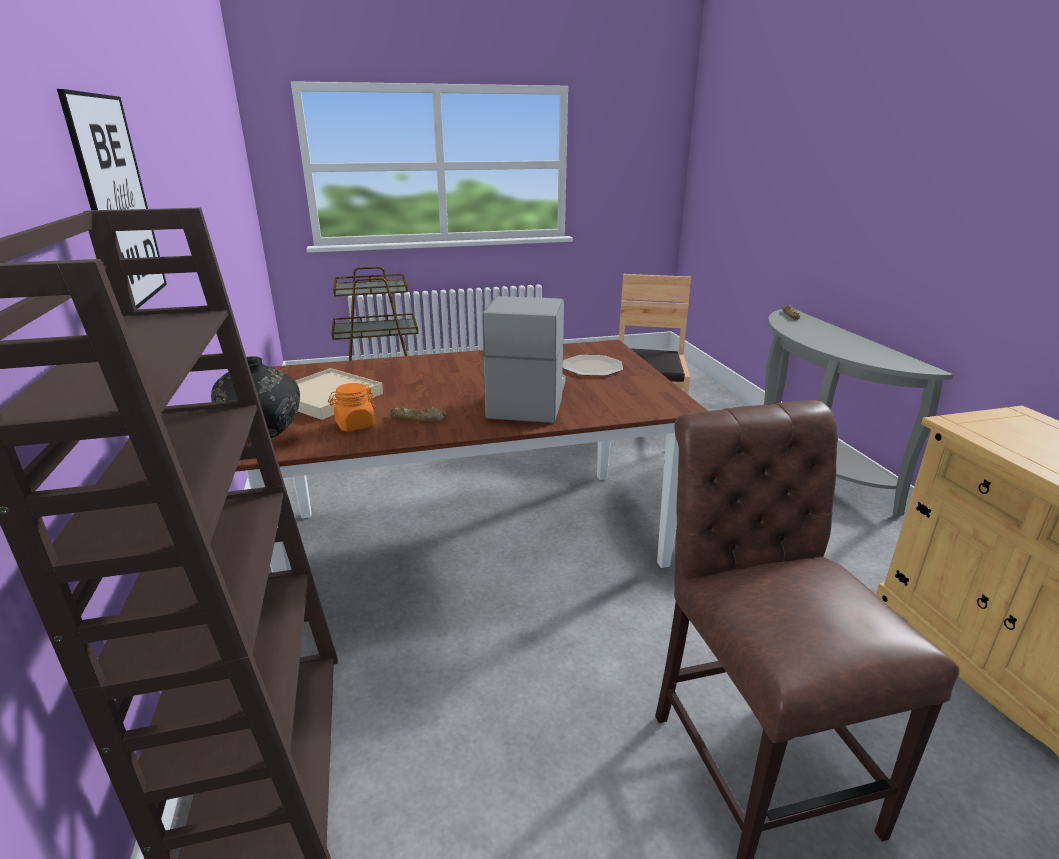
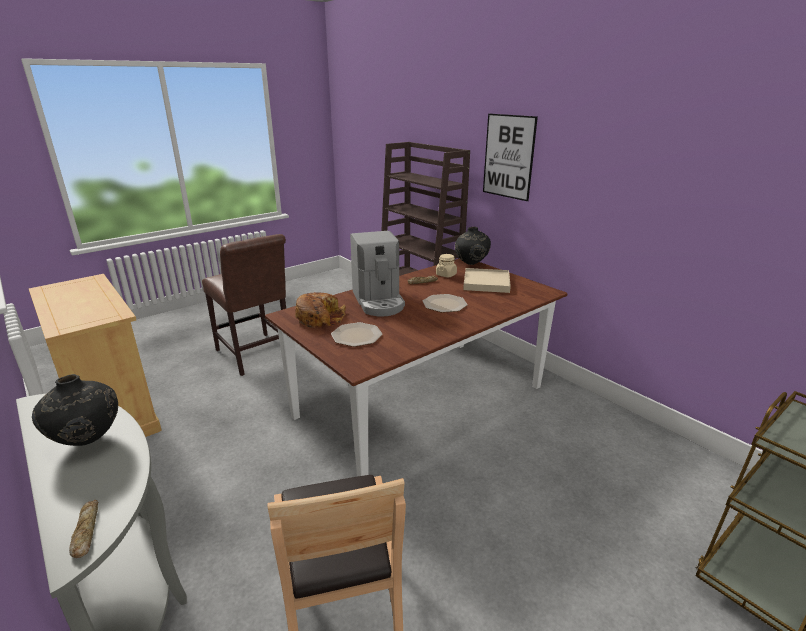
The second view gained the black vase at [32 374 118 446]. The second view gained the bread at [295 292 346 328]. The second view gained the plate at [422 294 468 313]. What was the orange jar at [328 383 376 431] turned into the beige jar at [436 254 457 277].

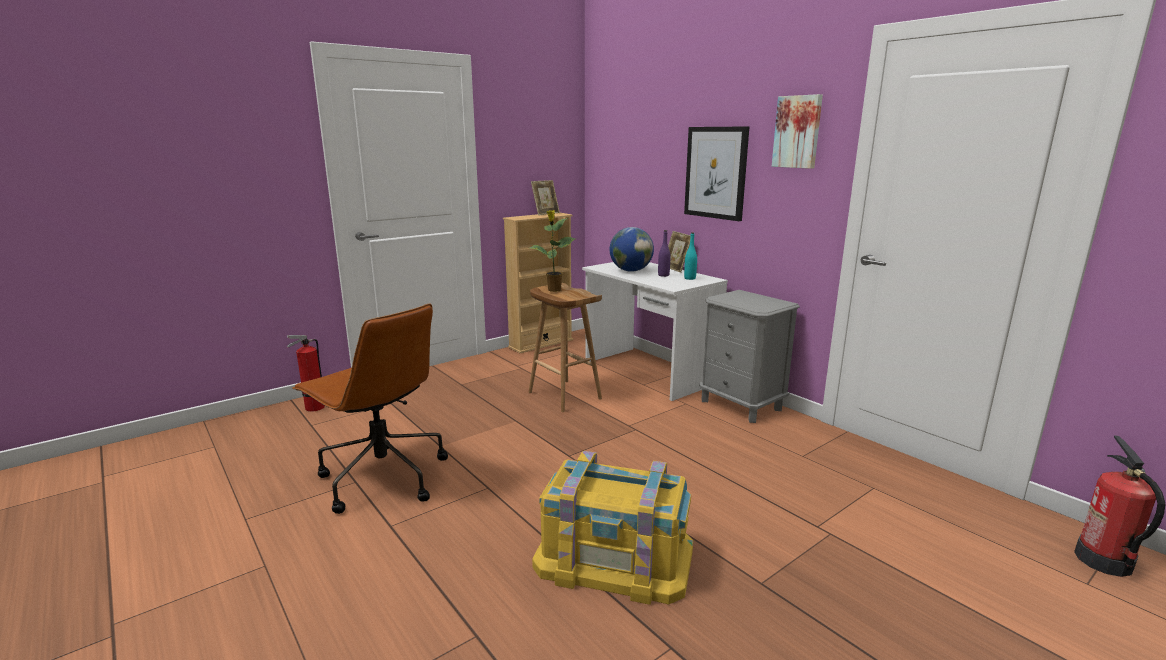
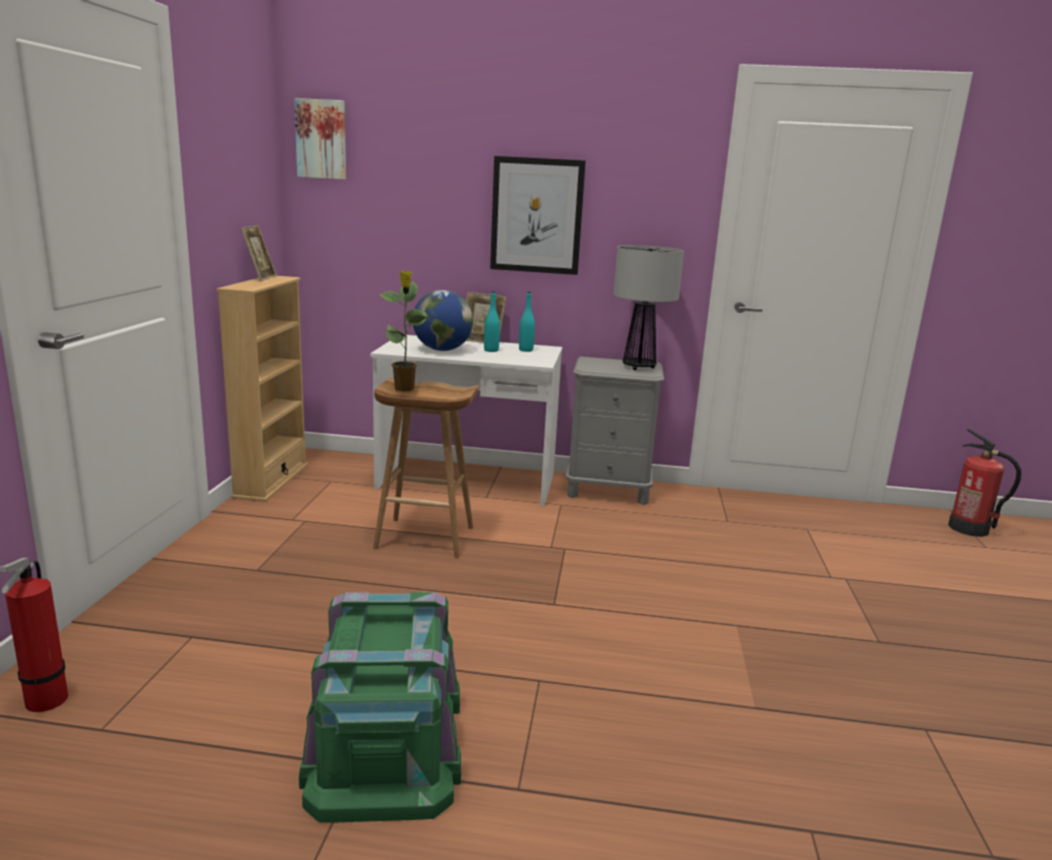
The picture ended up elsewhere, having gone from [772 94 823 169] to [294 98 346 179]. Where the brown office chair stood at [292 304 448 514], the green storage box came to stand at [299 592 461 823]. What was the purple bottle at [658 230 670 277] turned into the turquoise bottle at [484 291 500 352]. The second view gained the table lamp at [613 245 684 370]. The second view lost the yellow storage box at [532 451 693 605].

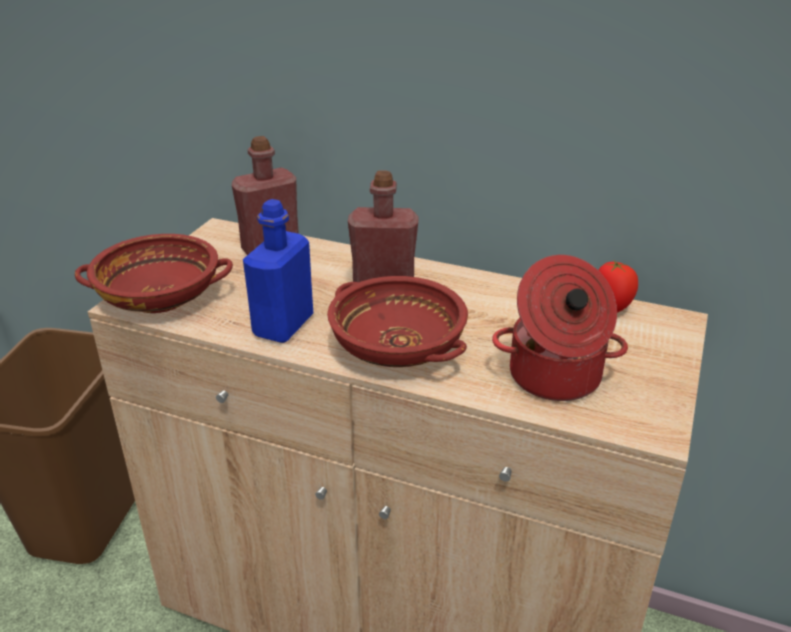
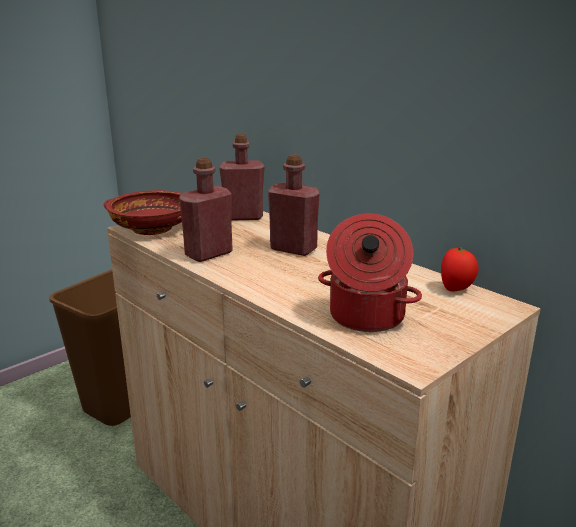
What was the blue bottle at [243 199 313 343] turned into the red bottle at [179 158 233 262]. The second view lost the red bowl at [327 276 468 367].

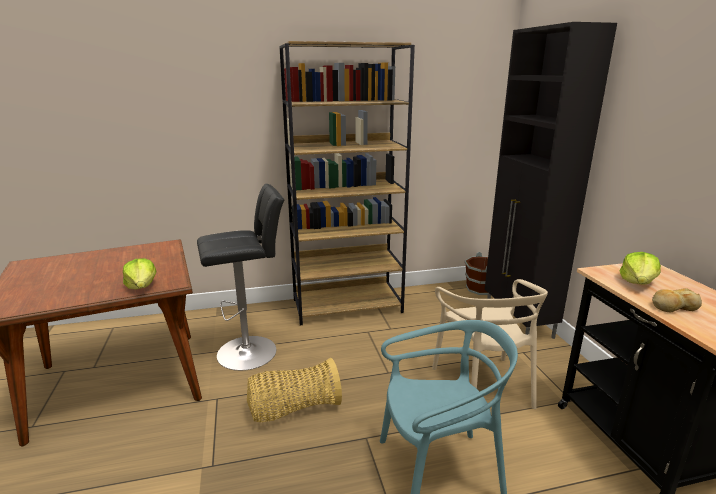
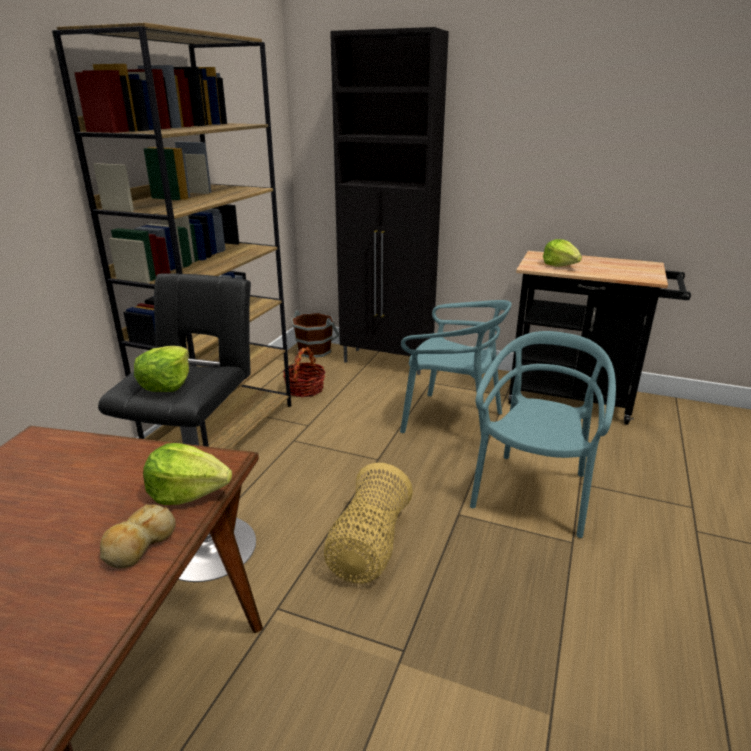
The bread ended up elsewhere, having gone from [652 288 702 313] to [100 504 176 568]. The second view gained the lettuce at [134 346 189 392]. The second view gained the basket at [283 347 326 397]. What was the beige chair at [432 279 548 409] turned into the turquoise chair at [400 300 512 435].

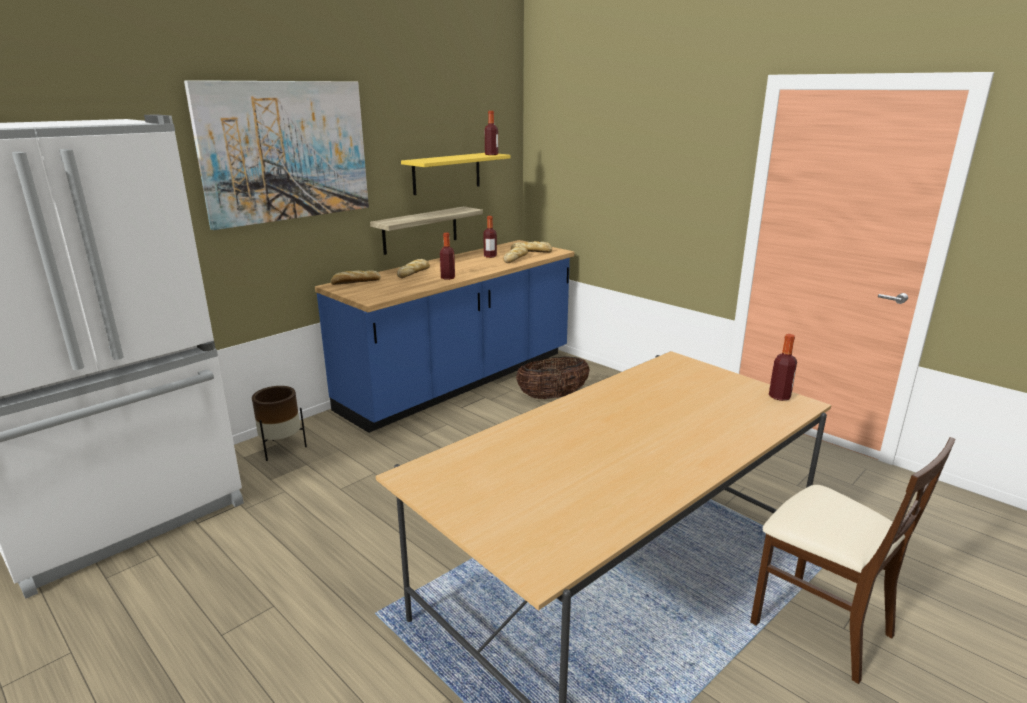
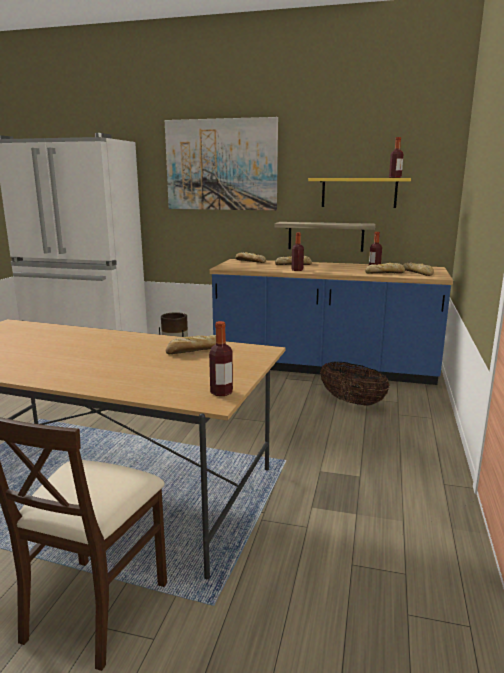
The second view gained the bread at [166 335 216 354].

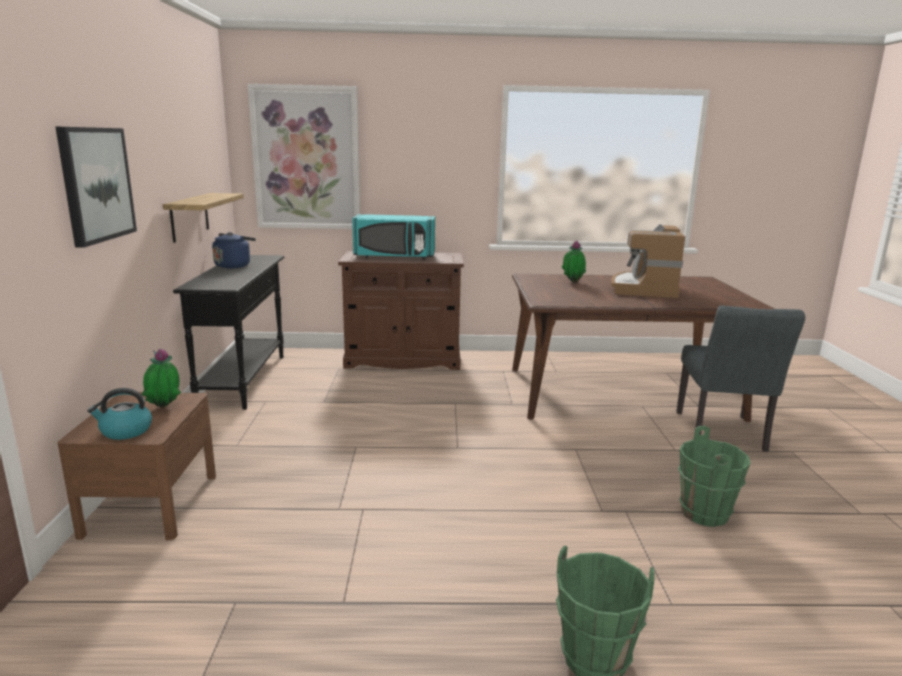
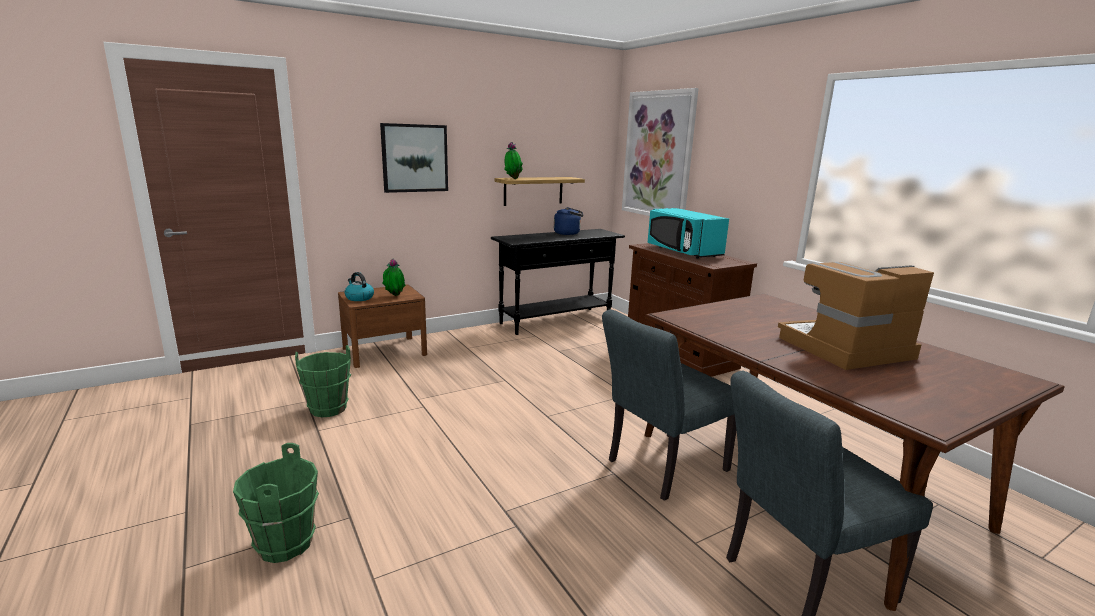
The green bucket ended up elsewhere, having gone from [678 426 751 527] to [295 345 351 417]. The potted plant ended up elsewhere, having gone from [562 241 586 282] to [504 142 523 179]. The second view gained the grey chair at [602 309 736 501].

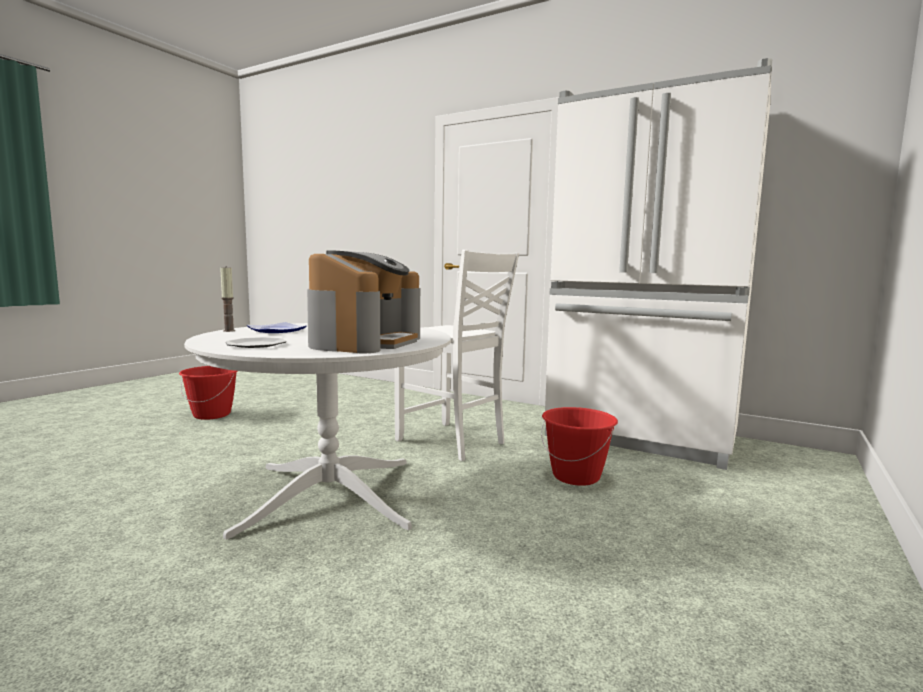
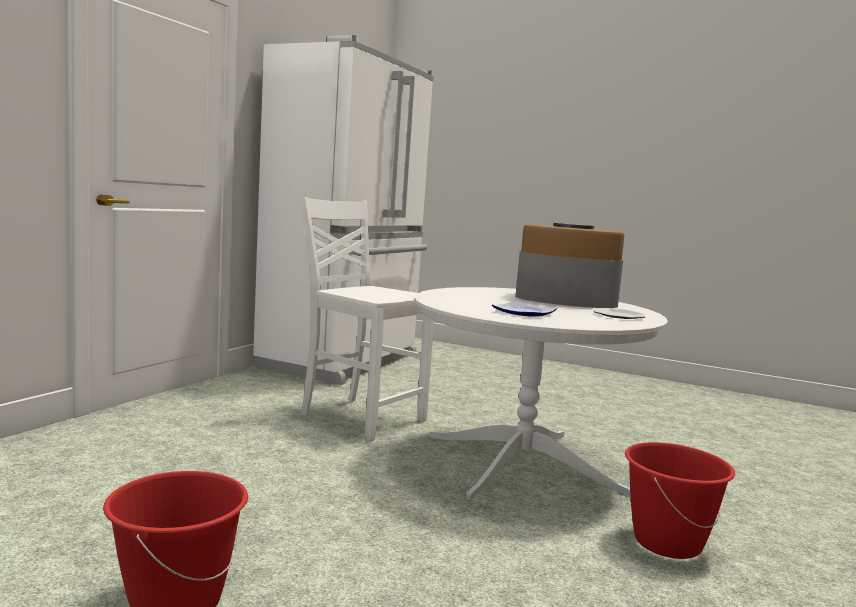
The white chair at [394 250 519 461] ended up facing another way, 90 degrees counterclockwise from before. The red bucket ended up elsewhere, having gone from [541 407 618 486] to [625 442 735 559]. The second view lost the candle at [220 268 235 332].

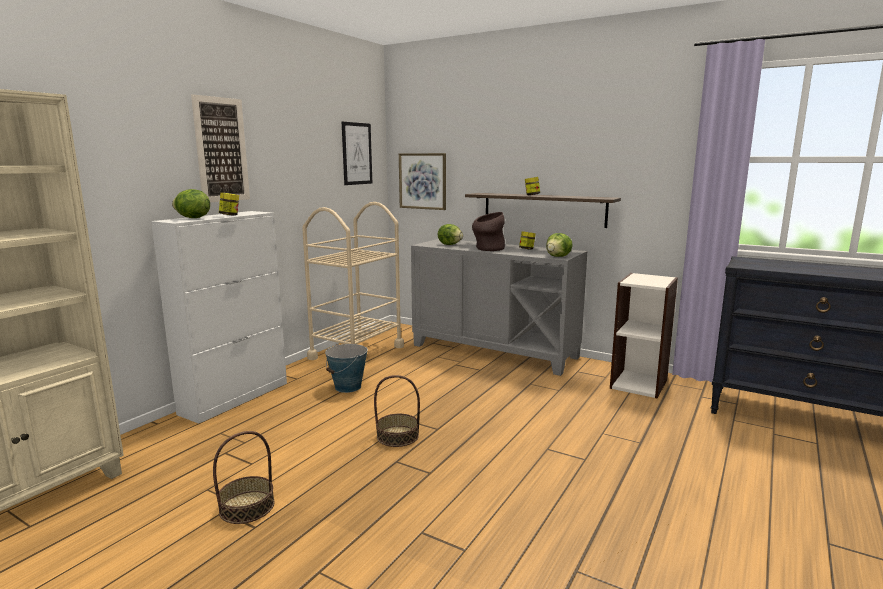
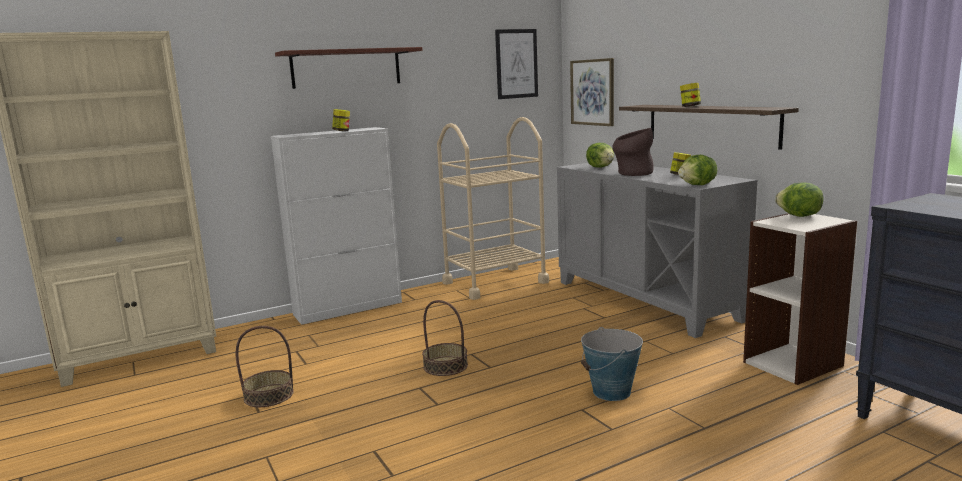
Where the picture hung at [191 94 250 202], the shelf came to hang at [275 47 423 89]. The bucket ended up elsewhere, having gone from [325 344 368 393] to [581 327 643 401]. The lettuce ended up elsewhere, having gone from [172 189 210 218] to [775 183 824 217].

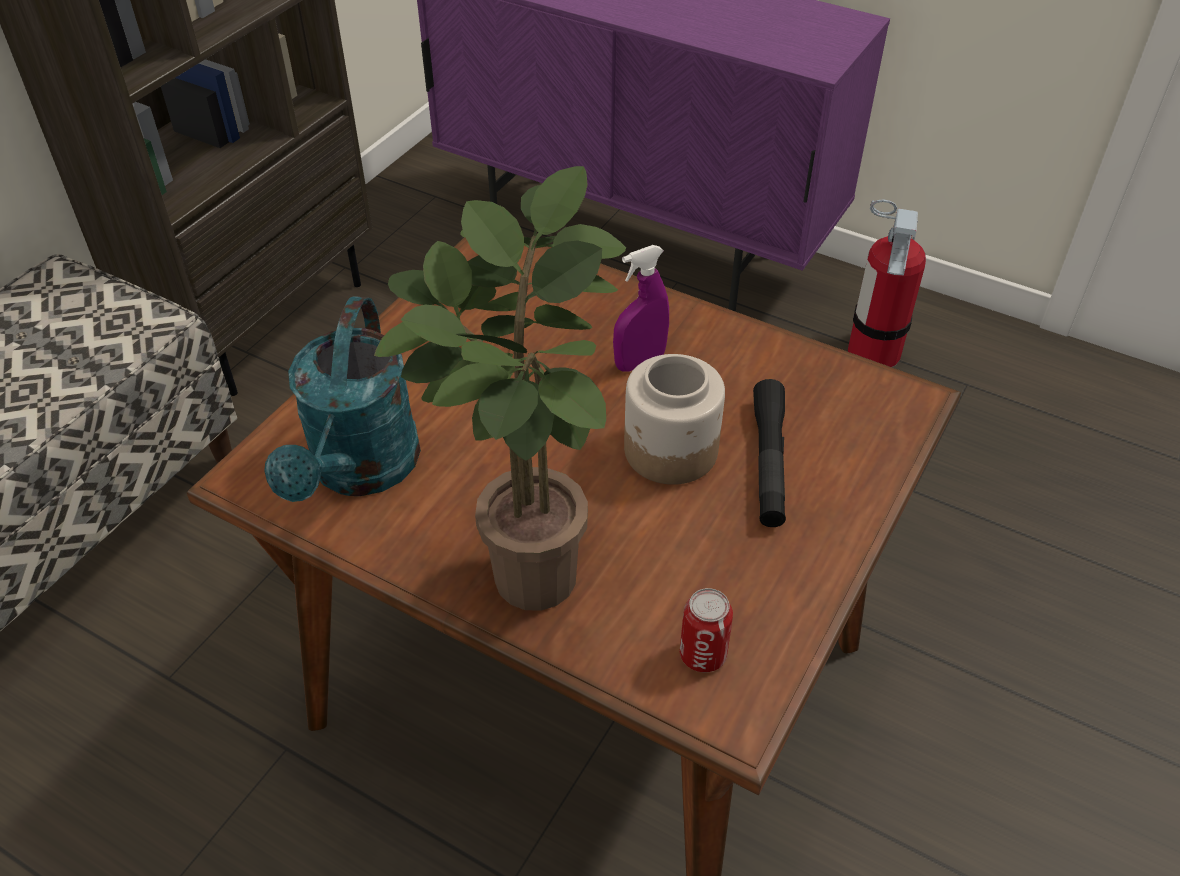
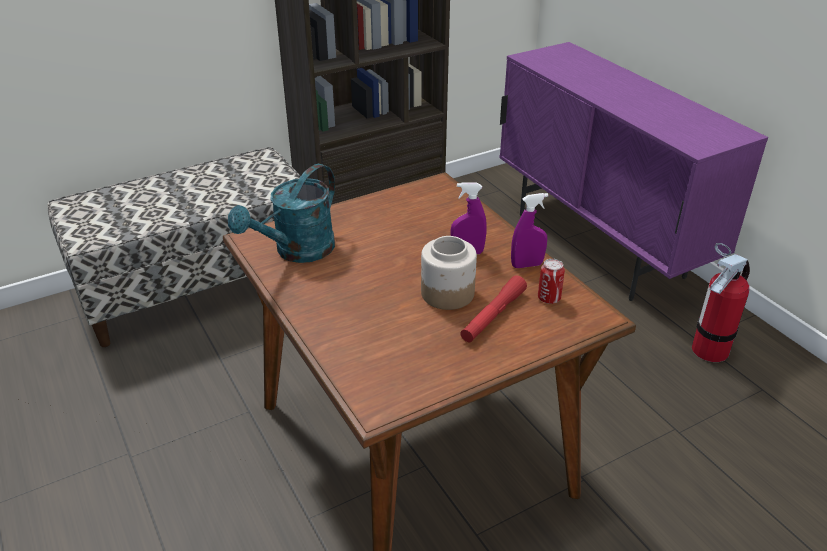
What was the black flashlight at [753 379 786 527] turned into the red flashlight at [460 276 527 342]. The second view gained the purple spray bottle at [511 193 548 268]. The can ended up elsewhere, having gone from [680 588 733 672] to [538 259 565 304]. The second view lost the potted plant at [374 166 626 611].

